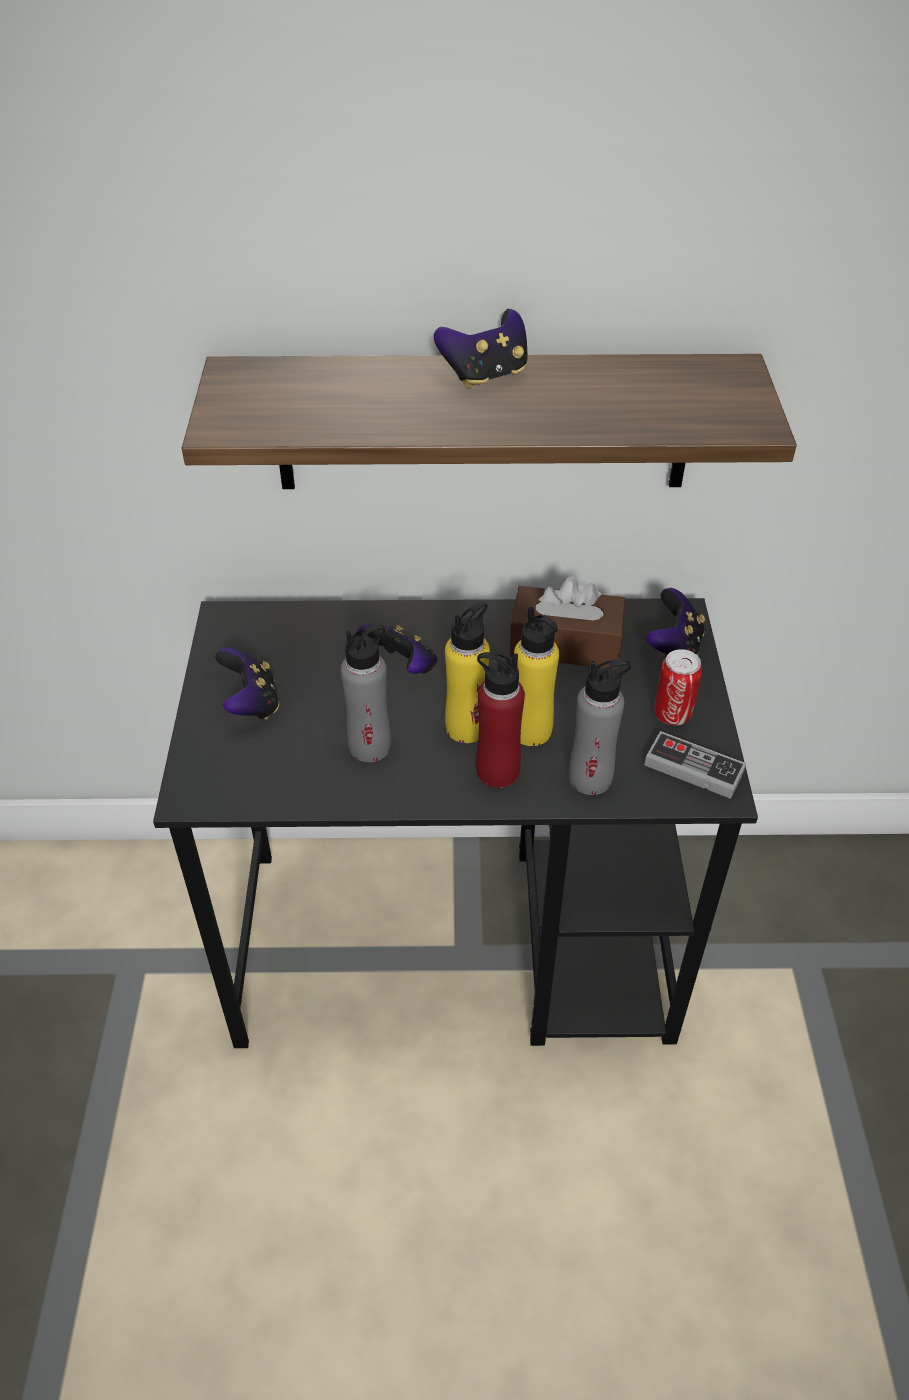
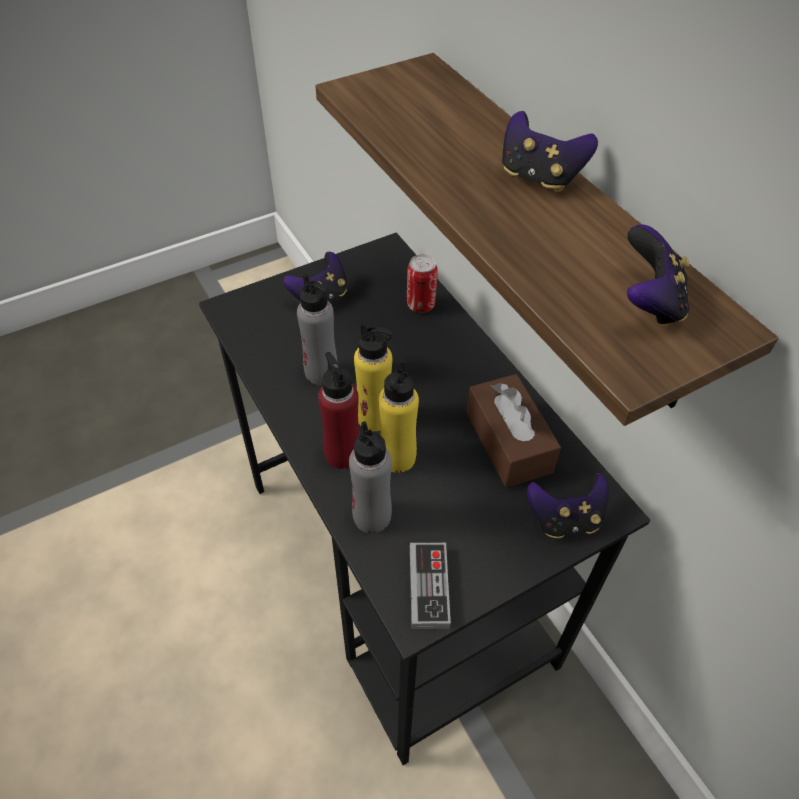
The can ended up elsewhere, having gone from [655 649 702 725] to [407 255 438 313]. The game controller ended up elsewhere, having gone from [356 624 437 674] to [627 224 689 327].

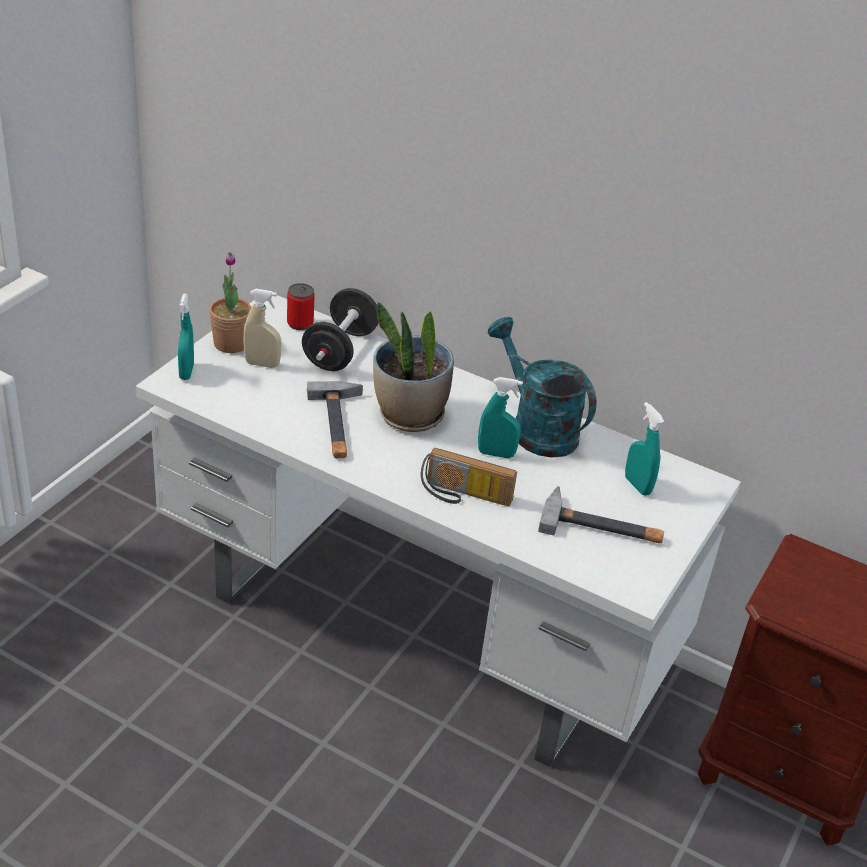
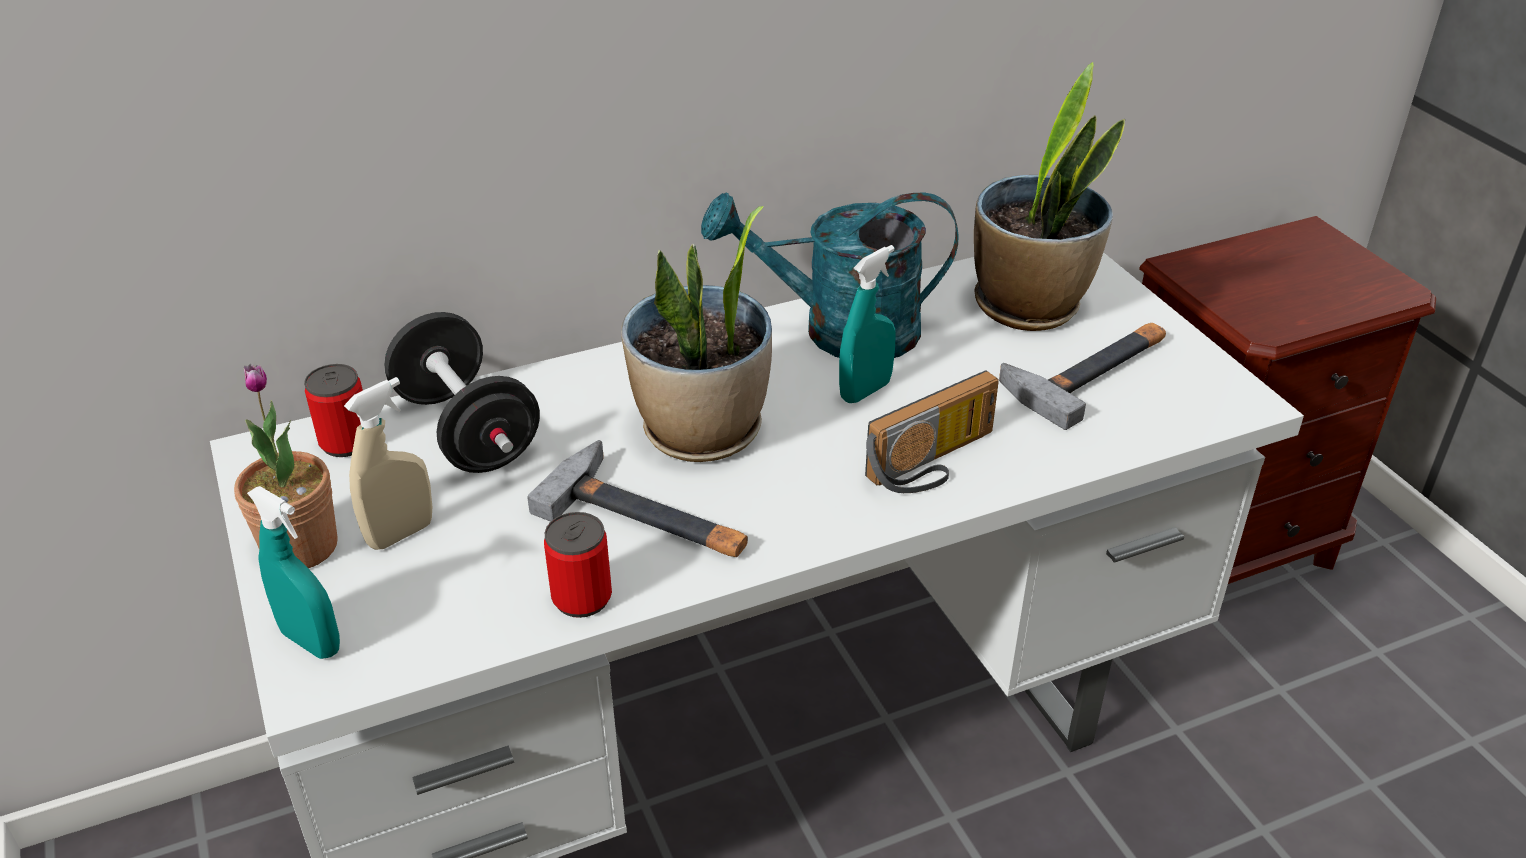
The second view gained the can at [544 512 612 618]. Where the turquoise spray bottle stood at [625 402 664 496], the potted plant came to stand at [974 62 1125 331].

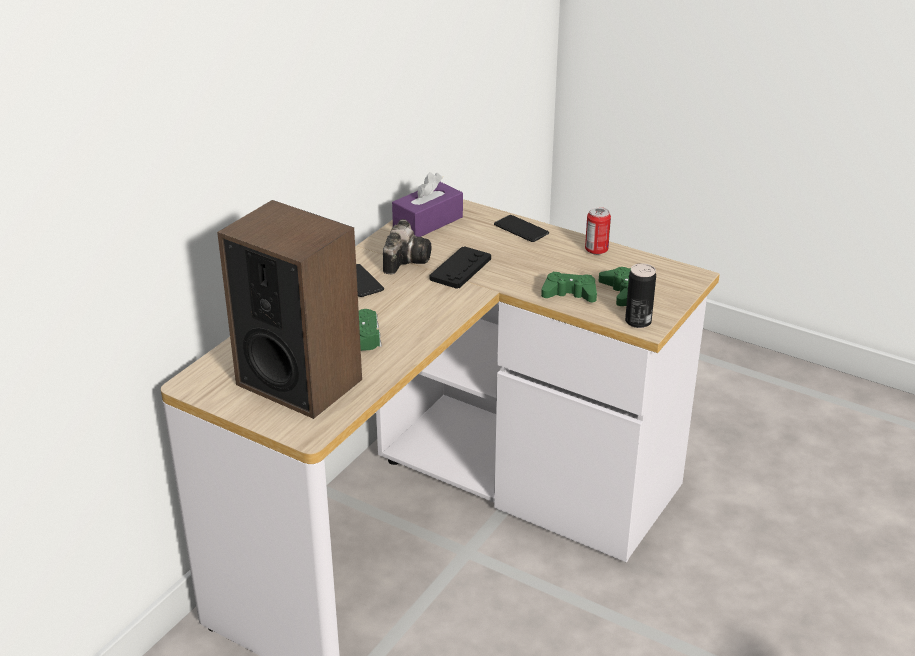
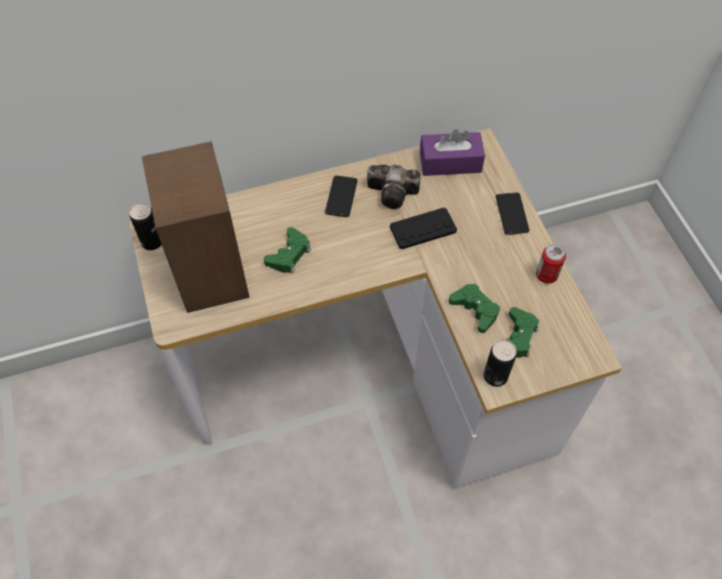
The second view gained the can at [129 202 162 250]. The photo camera at [383 219 432 274] ended up facing another way, 45 degrees clockwise from before.

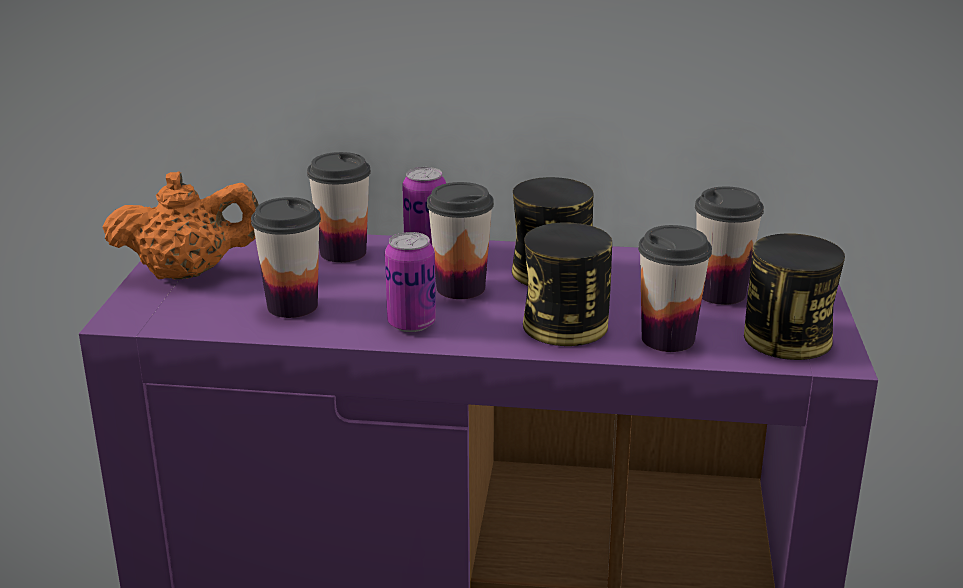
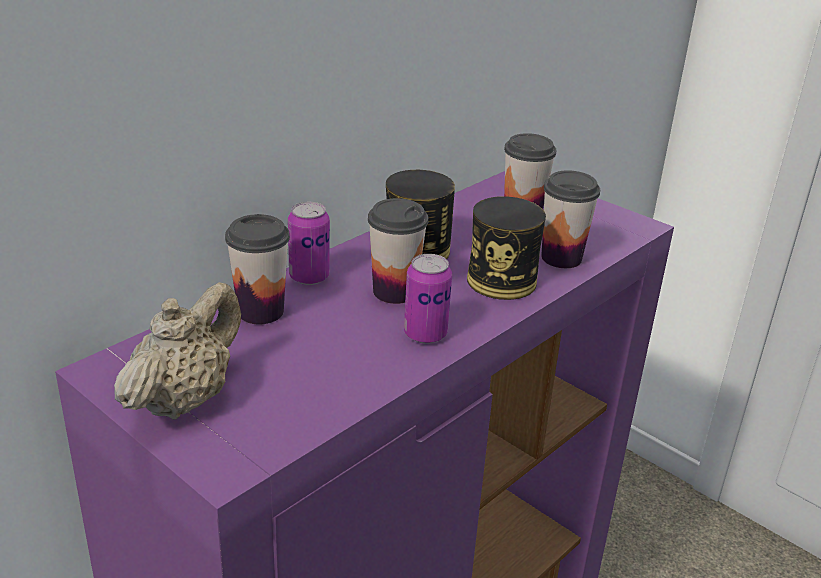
What was the orange teapot at [103 171 259 280] turned into the beige teapot at [114 282 241 420]. The second view lost the cup at [251 197 321 318]. The second view lost the can at [744 233 845 360].

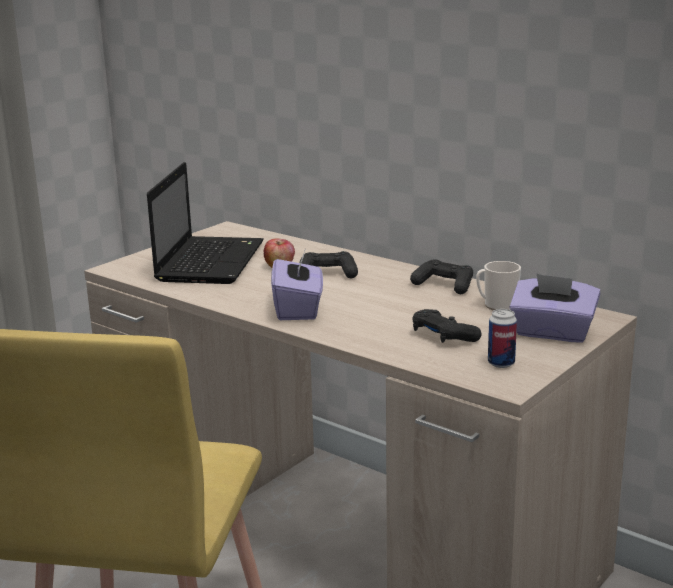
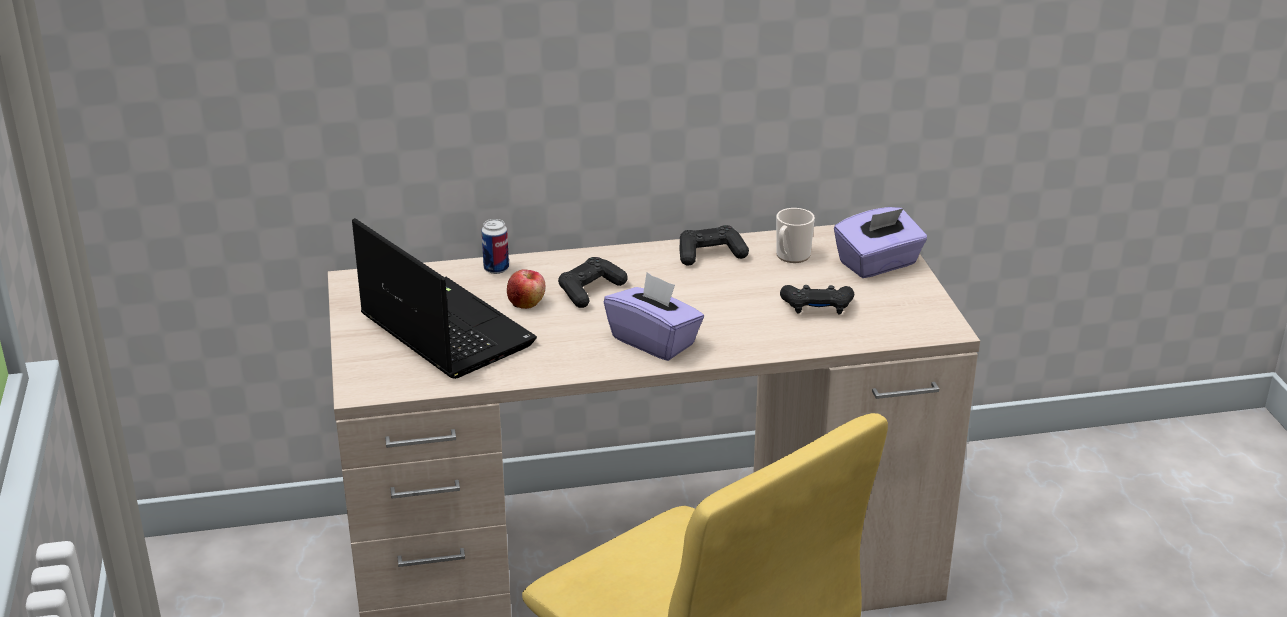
The can ended up elsewhere, having gone from [488 309 517 368] to [481 219 509 274].

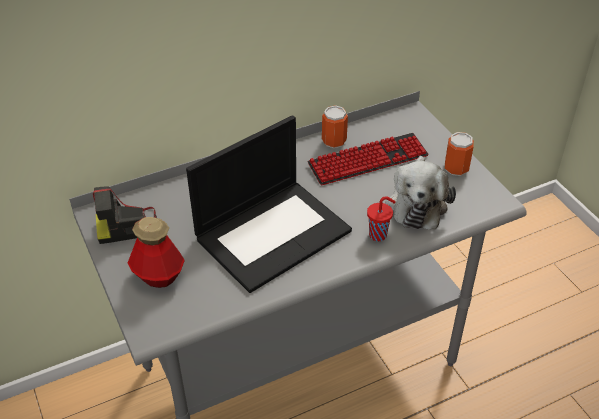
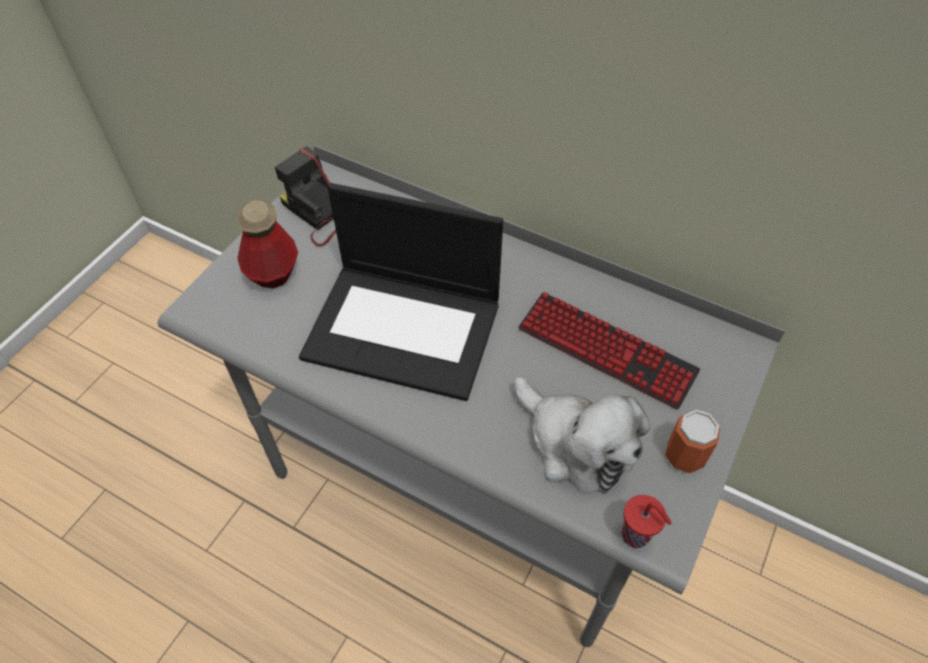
The plush toy at [385 156 456 230] ended up facing another way, 105 degrees counterclockwise from before. The red cup ended up elsewhere, having gone from [367 196 396 241] to [622 495 672 548]. The second view lost the can at [322 105 348 148].

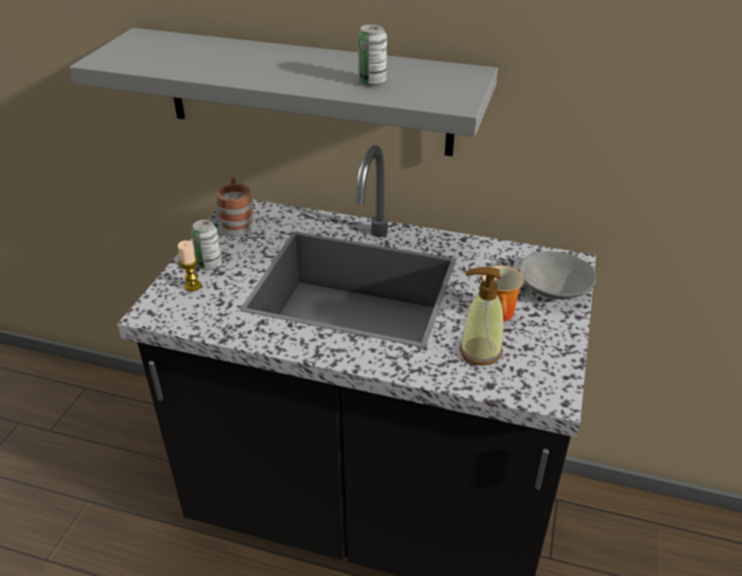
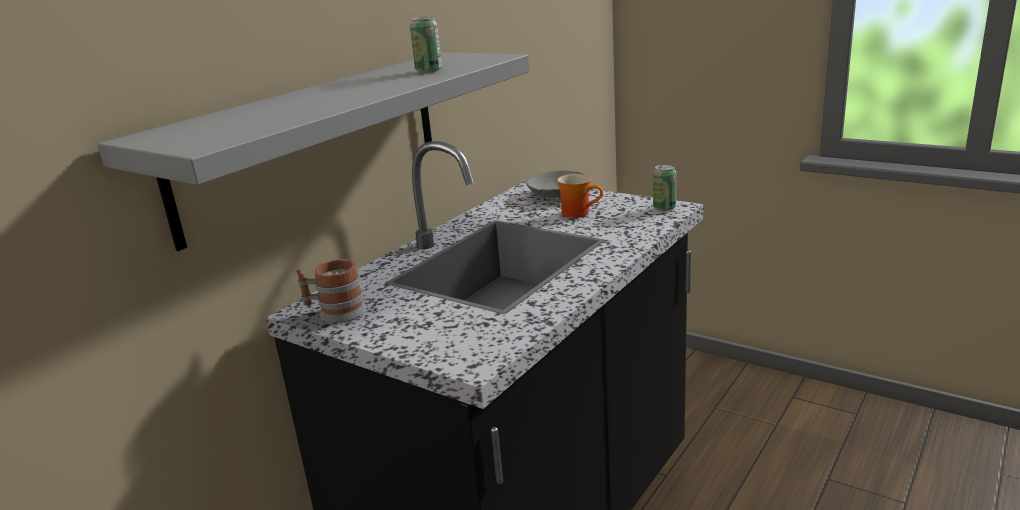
The can ended up elsewhere, having gone from [191 220 222 270] to [653 164 676 211]. The second view lost the candle at [178 240 202 291]. The second view lost the soap dispenser at [459 267 504 365].

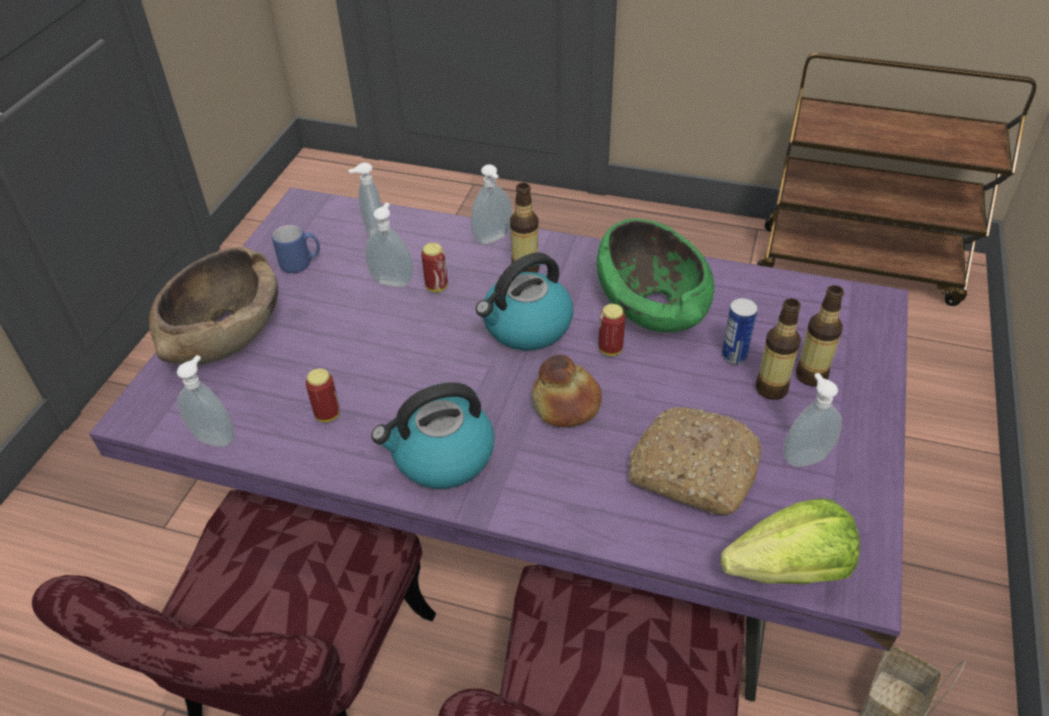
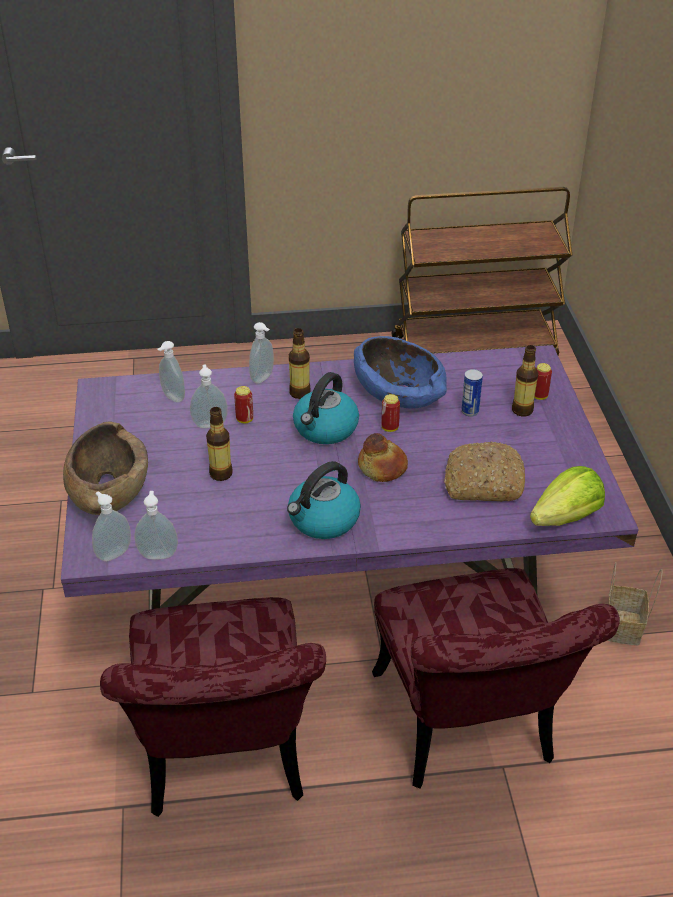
The soap dispenser ended up elsewhere, having gone from [783 373 842 467] to [92 491 131 562]. The bottle ended up elsewhere, having gone from [756 298 801 400] to [206 407 232 481]. What was the green bowl at [597 219 714 332] turned into the blue bowl at [354 336 447 408]. The can ended up elsewhere, having gone from [306 368 340 422] to [534 363 552 400]. The second view lost the blue mug at [272 224 320 273].

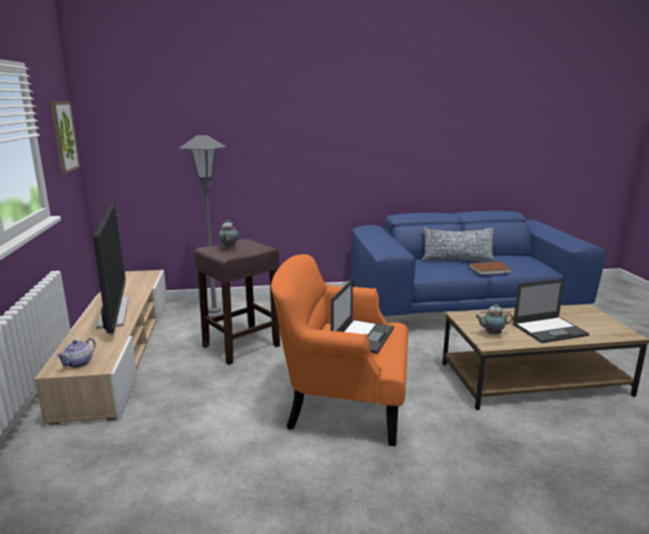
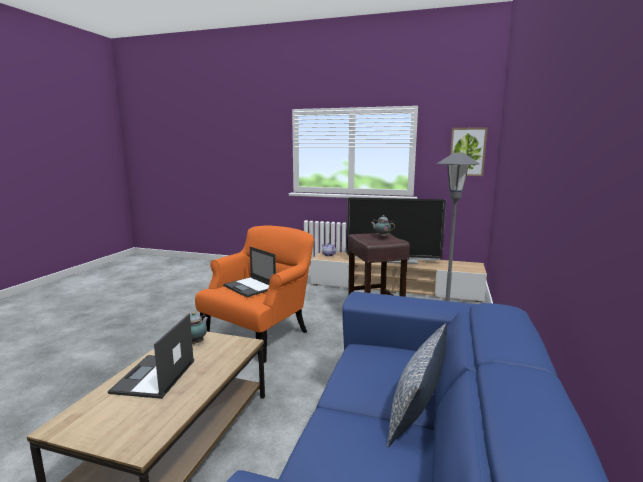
The second view lost the brown book at [469 262 512 275].

